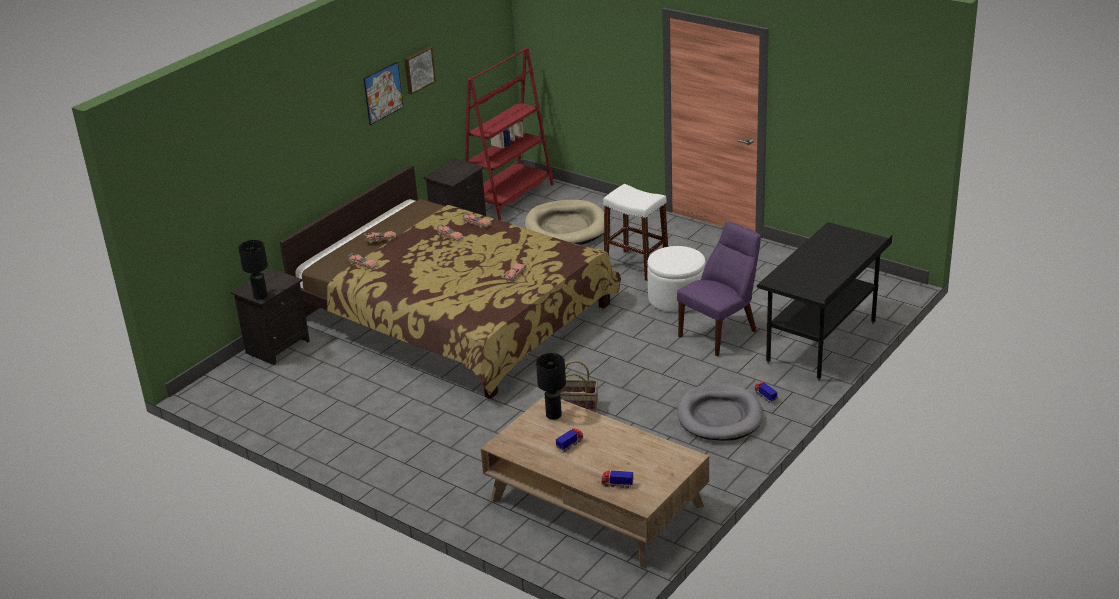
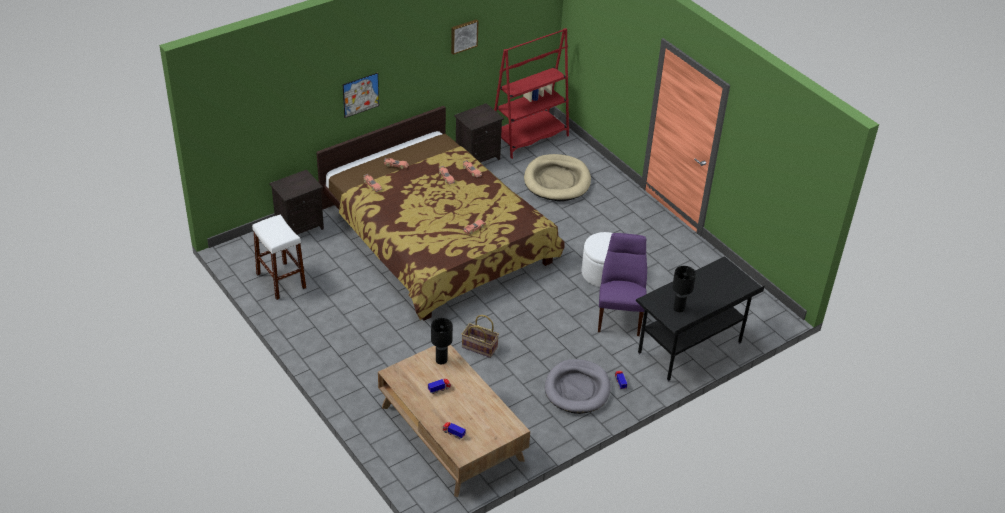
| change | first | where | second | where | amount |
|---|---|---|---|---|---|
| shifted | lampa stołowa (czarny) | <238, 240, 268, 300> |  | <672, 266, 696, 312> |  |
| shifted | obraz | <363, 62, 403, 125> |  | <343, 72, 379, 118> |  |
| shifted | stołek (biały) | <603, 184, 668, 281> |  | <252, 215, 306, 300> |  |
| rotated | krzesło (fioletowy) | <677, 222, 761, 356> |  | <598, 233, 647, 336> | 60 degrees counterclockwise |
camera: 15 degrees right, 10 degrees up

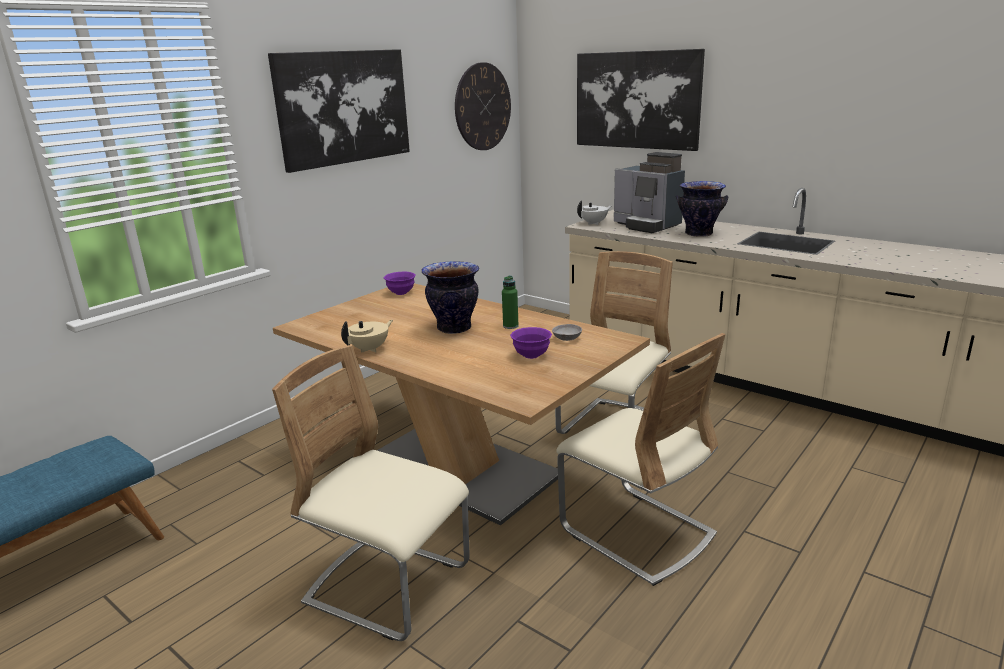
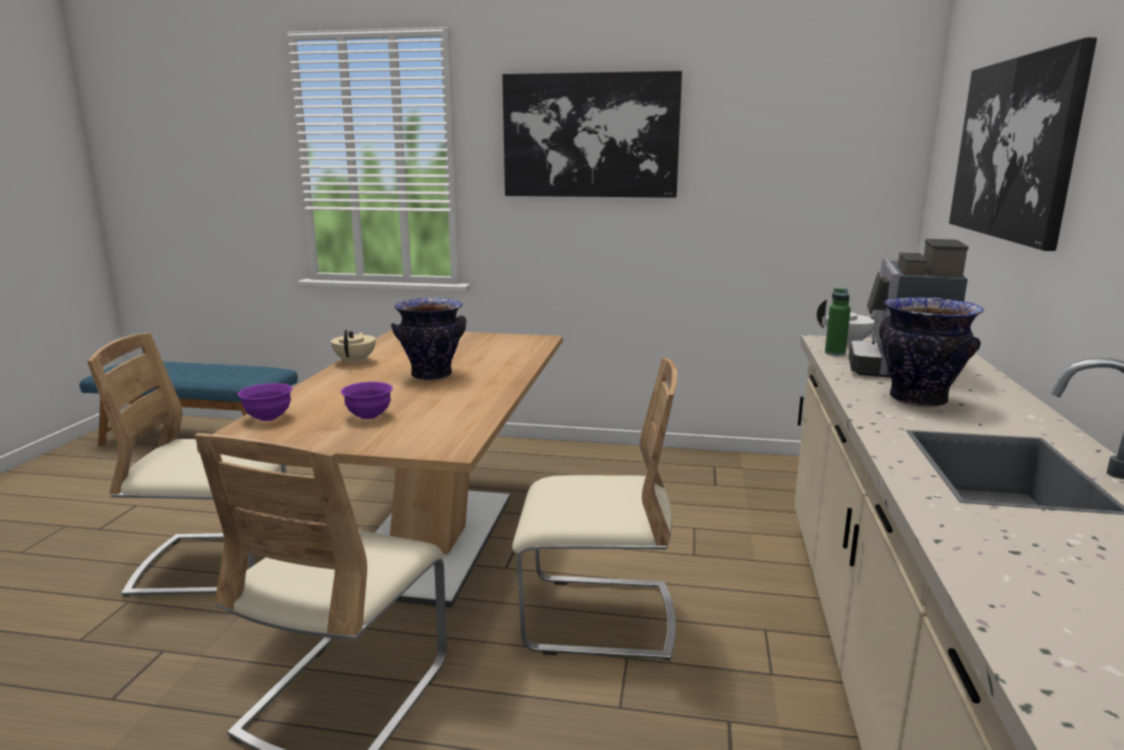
| change | first | where | second | where | amount |
|---|---|---|---|---|---|
| rotated | krzesło (beżowy) | <272, 345, 470, 641> |  | <87, 333, 290, 597> | 90 degrees counterclockwise |
| rotated | imbryk (beżowy) | <341, 320, 393, 353> |  | <331, 330, 376, 365> | 105 degrees counterclockwise |
| shifted | miska (fioletowy) | <384, 271, 416, 295> |  | <237, 383, 293, 421> |  |
| gone | zegar ścienny | <455, 62, 511, 150> |  |  |  |
| shifted | butelka (zielony) | <502, 276, 519, 329> |  | <825, 288, 851, 356> |  |
| gone | miska (szary) | <552, 324, 582, 341> |  |  |  |
camera: 60 degrees right, 5 degrees down

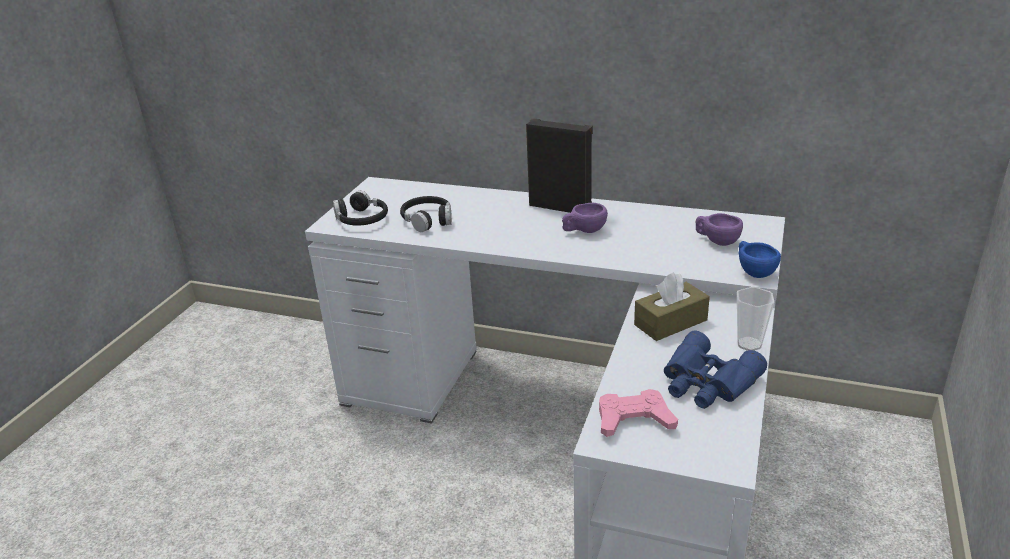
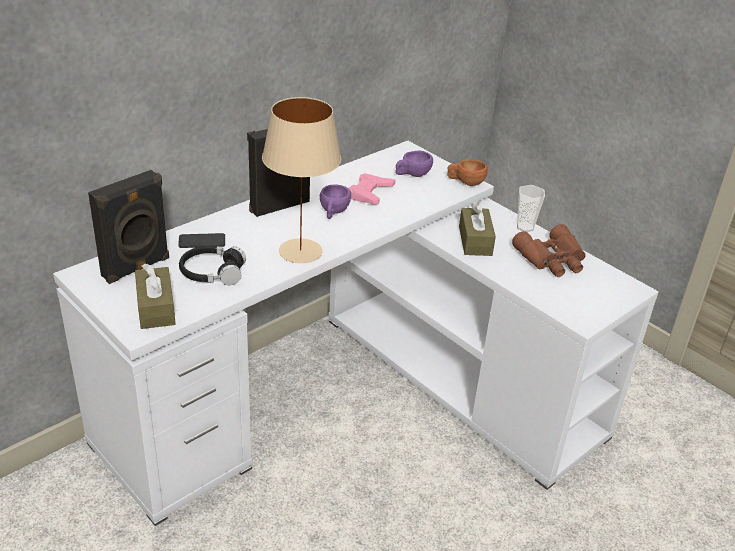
| change | first | where | second | where | amount |
|---|---|---|---|---|---|
| swapped | słuchawki (czarny) | <333, 191, 388, 226> | pudełko chusteczek (brązowy) | <135, 264, 176, 329> |  |
| shifted | pad do gier (różowy) | <599, 389, 678, 437> |  | <349, 173, 395, 205> |  |
| repainted | lornetka (niebieski) | <664, 330, 767, 409> | lornetka (brązowy) | <512, 224, 586, 277> |  |
| repainted | filiżanka (niebieski) | <739, 241, 781, 278> | filiżanka (brązowy) | <447, 159, 488, 186> |  |
| new |  |  | głośnik (czarny) | <88, 170, 169, 284> |  |
| new |  |  | telefon | <178, 233, 225, 248> |  |
| new |  |  | lampa stołowa (beżowy) | <262, 97, 341, 263> |  |
camera: 65 degrees left, 5 degrees up

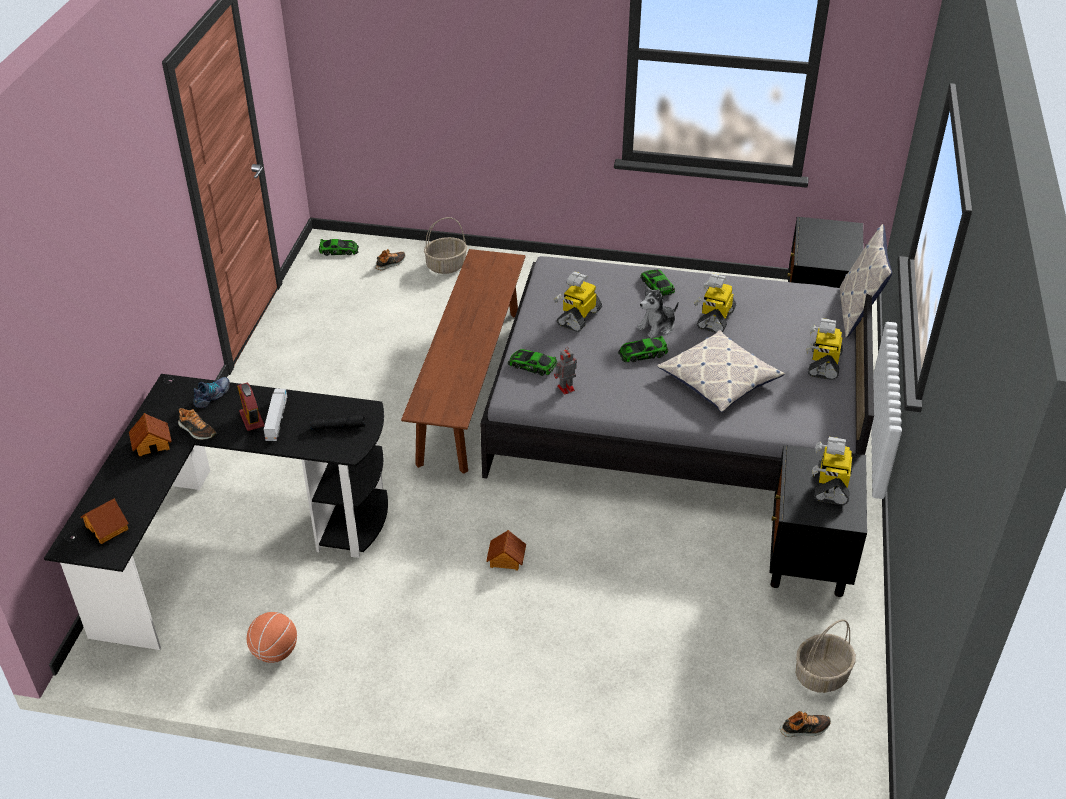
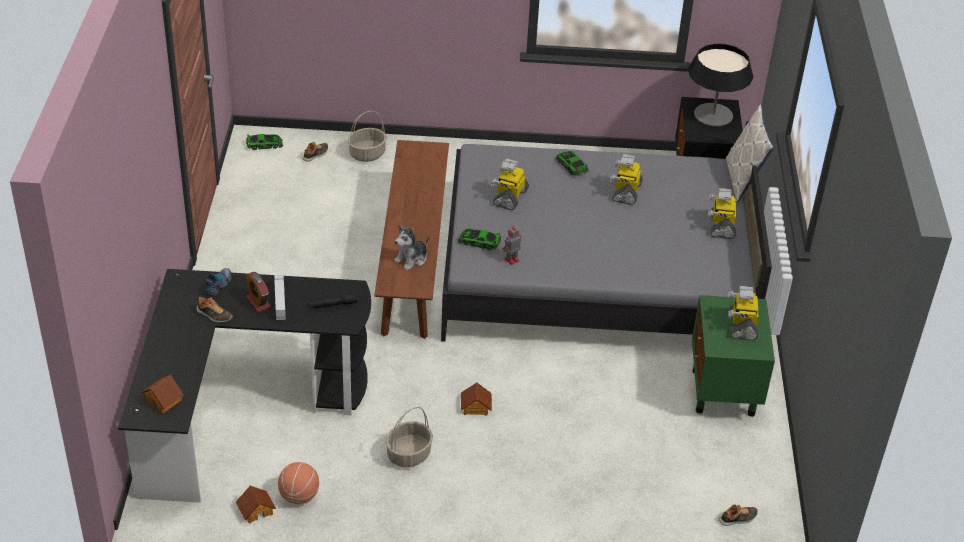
| change | first | where | second | where | amount |
|---|---|---|---|---|---|
| shifted | domek | <129, 413, 172, 457> |  | <236, 485, 276, 524> |  |
| gone | samochodzik | <618, 336, 668, 362> |  |  |  |
| shifted | pluszak | <637, 286, 679, 338> |  | <394, 224, 429, 270> |  |
| gone | poduszka | <657, 330, 785, 412> |  |  |  |
| repainted | szafka nocna (czarny) | <769, 445, 867, 597> | szafka nocna (zielony) | <692, 295, 775, 417> |  |
| shifted | koszyk | <796, 619, 856, 693> |  | <386, 407, 433, 467> |  |
| new |  |  | lampa stołowa | <688, 44, 753, 126> |  |
camera: 10 degrees left, 0 degrees up

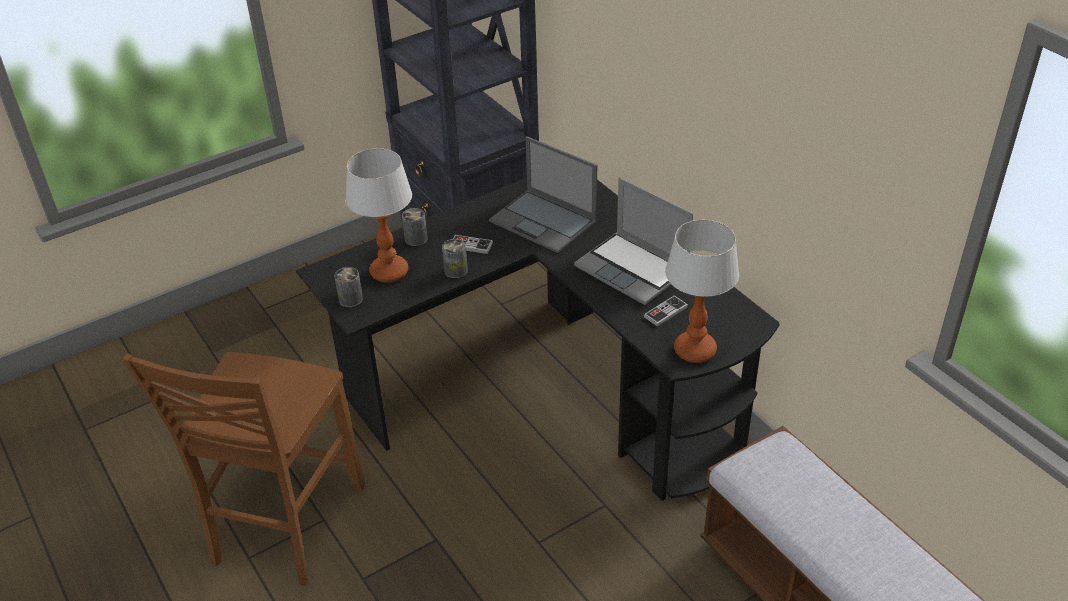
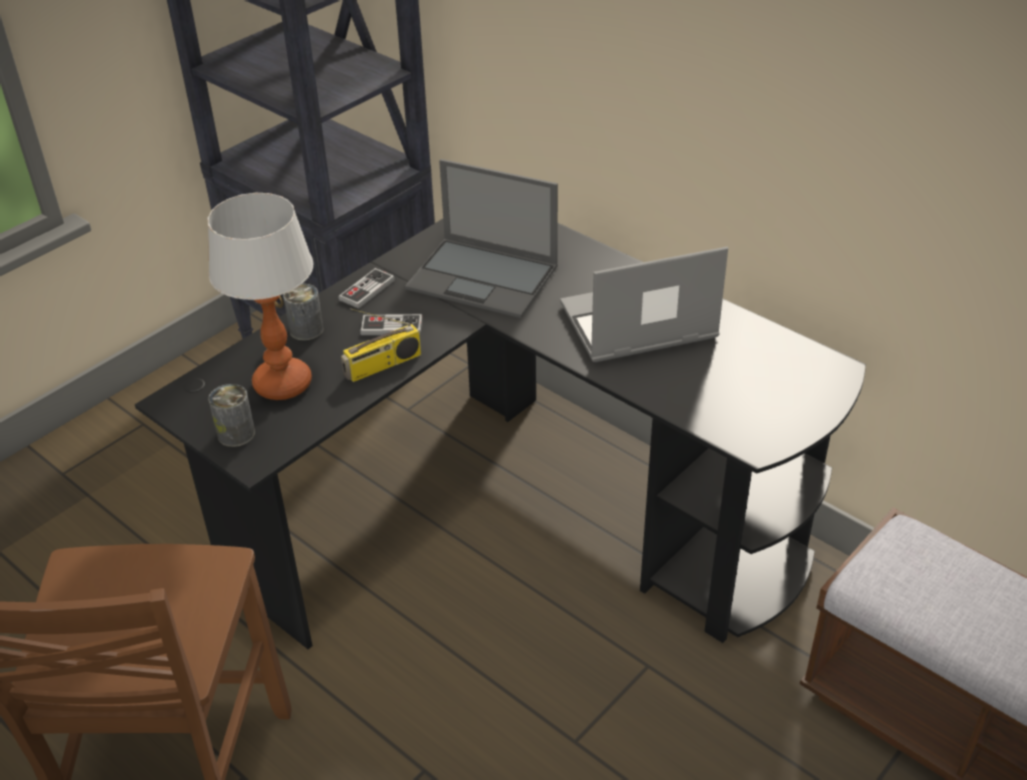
| change | first | where | second | where | amount |
|---|---|---|---|---|---|
| swapped | puszka | <442, 239, 468, 278> | radio | <341, 308, 421, 382> |  |
| rotated | laptop | <574, 178, 693, 305> |  | <560, 247, 728, 362> | 135 degrees clockwise |
| shifted | pad do gier | <644, 295, 688, 327> |  | <338, 268, 395, 309> |  |
| gone | lampa stołowa | <665, 219, 739, 363> |  |  |  |
camera: 15 degrees left, 0 degrees up

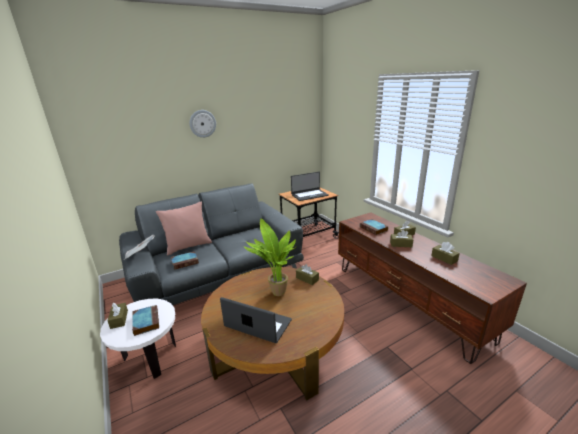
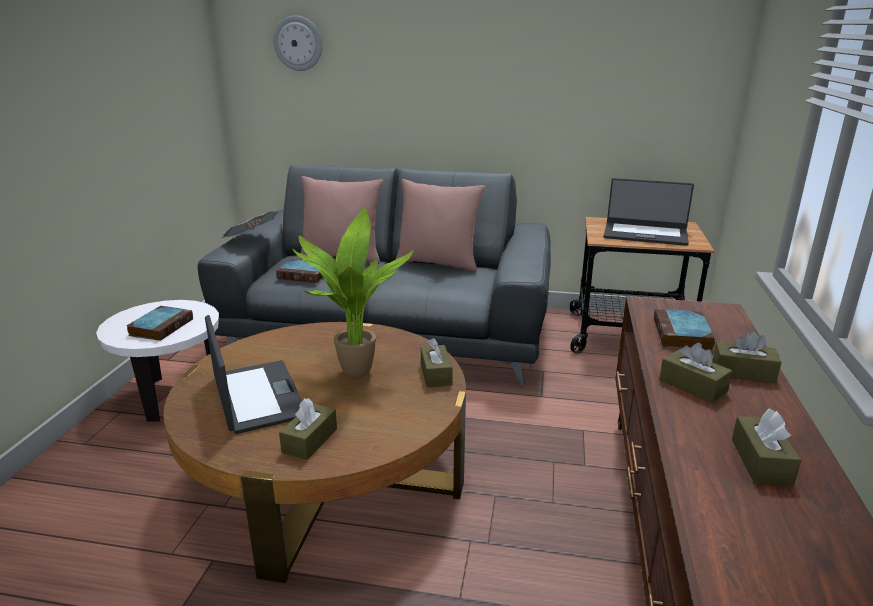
| change | first | where | second | where | amount |
|---|---|---|---|---|---|
| shifted | pudełko chusteczek (brązowy) | <108, 303, 128, 329> |  | <279, 398, 337, 460> |  |
| shifted | zegar ścienny | <189, 110, 216, 138> |  | <273, 15, 322, 71> |  |
| new |  |  | poduszka (różowy) | <396, 179, 485, 272> |  |
camera: 40 degrees right, 0 degrees up

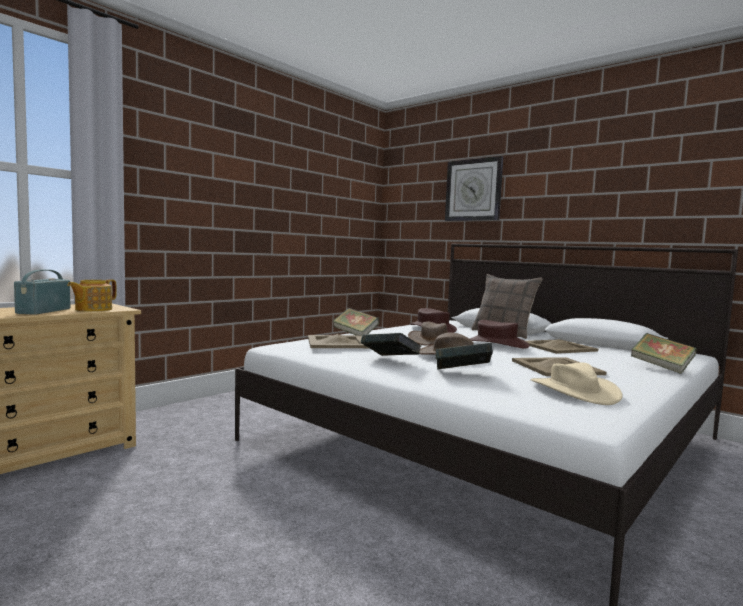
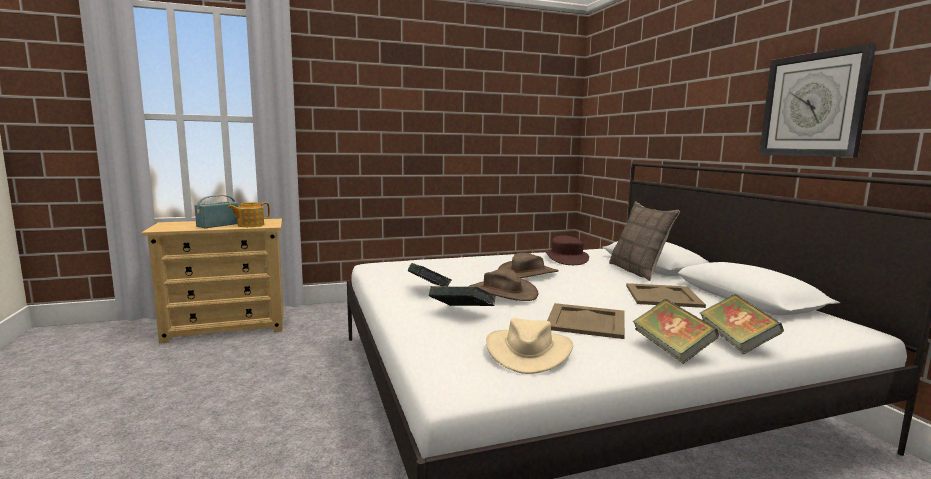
| change | first | where | second | where | amount |
|---|---|---|---|---|---|
| gone | taca (beżowy) | <308, 334, 368, 348> |  |  |  |
| shifted | książka | <332, 308, 379, 336> |  | <633, 299, 719, 364> |  |
| shifted | zegar ścienny | <445, 156, 503, 221> |  | <759, 43, 876, 158> |  |
| gone | kapelusz (brązowy) | <470, 320, 530, 348> |  |  |  |
camera: 30 degrees right, 5 degrees up

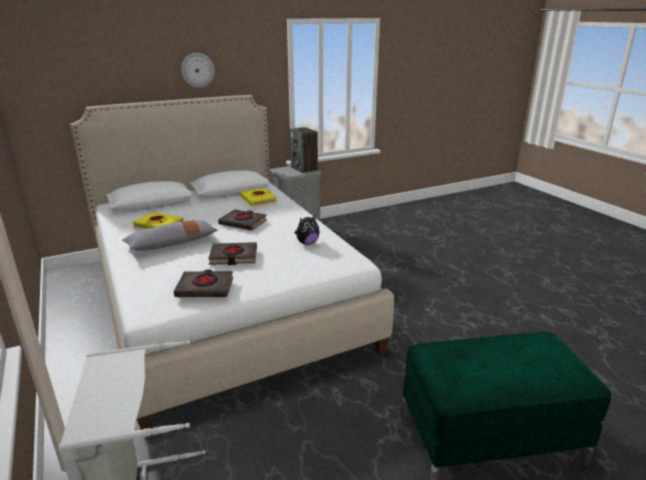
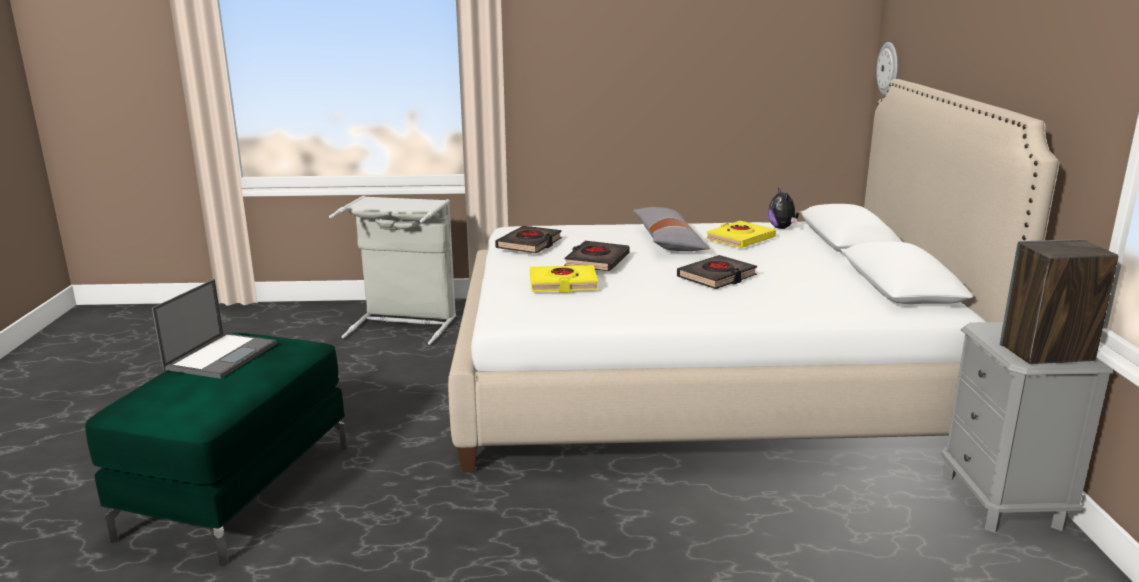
| change | first | where | second | where | amount |
|---|---|---|---|---|---|
| shifted | zegar ścienny | <181, 53, 215, 88> |  | <876, 42, 898, 96> |  |
| shifted | książka (żółty) | <239, 188, 277, 207> |  | <530, 265, 598, 293> |  |
| shifted | pluszak | <295, 214, 320, 245> |  | <768, 187, 799, 229> |  |
| new |  |  | laptop | <152, 279, 277, 379> |  |
camera: 115 degrees right, 5 degrees down

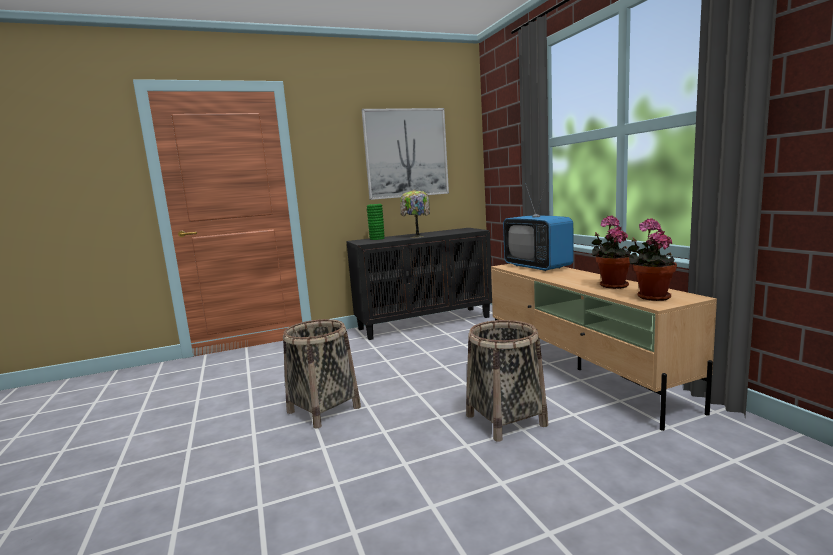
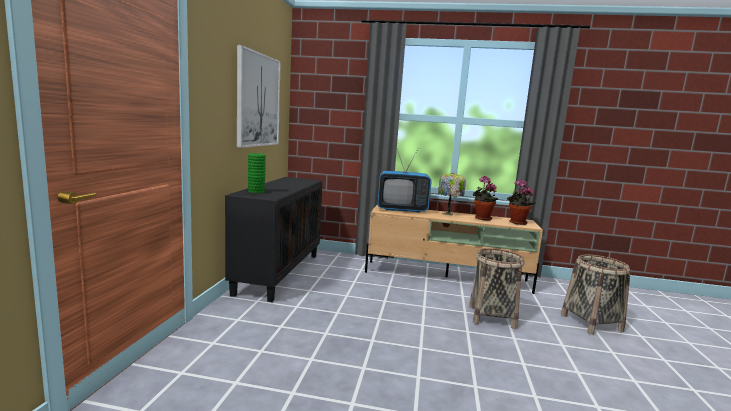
| change | first | where | second | where | amount |
|---|---|---|---|---|---|
| shifted | koszyk | <283, 319, 361, 429> |  | <561, 255, 631, 334> |  |
| shifted | lampa stołowa | <400, 190, 430, 238> |  | <438, 173, 466, 215> |  |
camera: 60 degrees left, 0 degrees up

